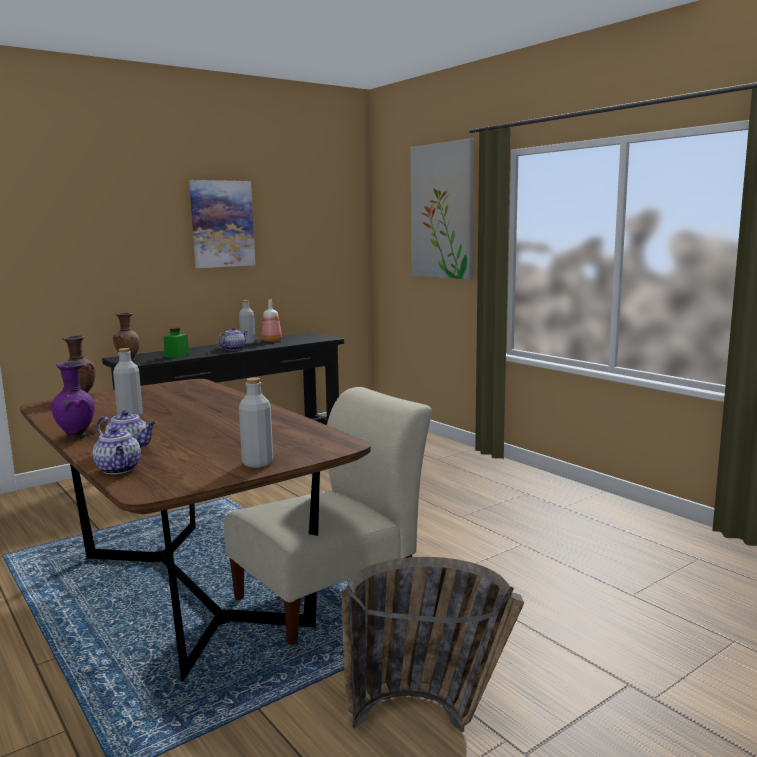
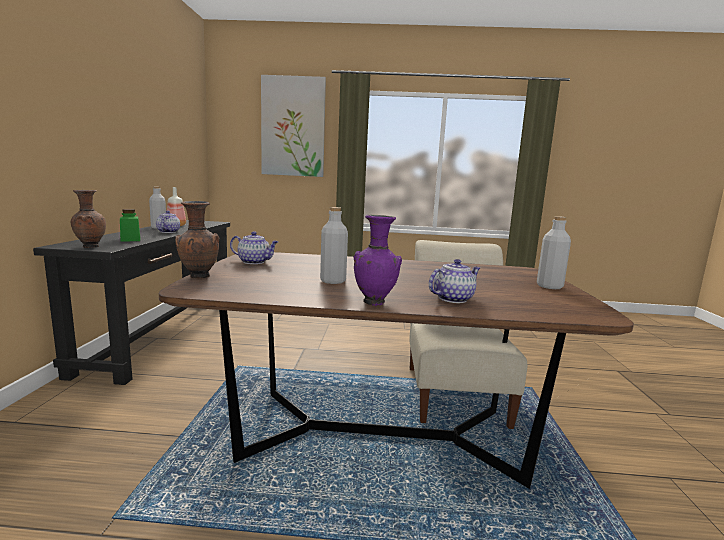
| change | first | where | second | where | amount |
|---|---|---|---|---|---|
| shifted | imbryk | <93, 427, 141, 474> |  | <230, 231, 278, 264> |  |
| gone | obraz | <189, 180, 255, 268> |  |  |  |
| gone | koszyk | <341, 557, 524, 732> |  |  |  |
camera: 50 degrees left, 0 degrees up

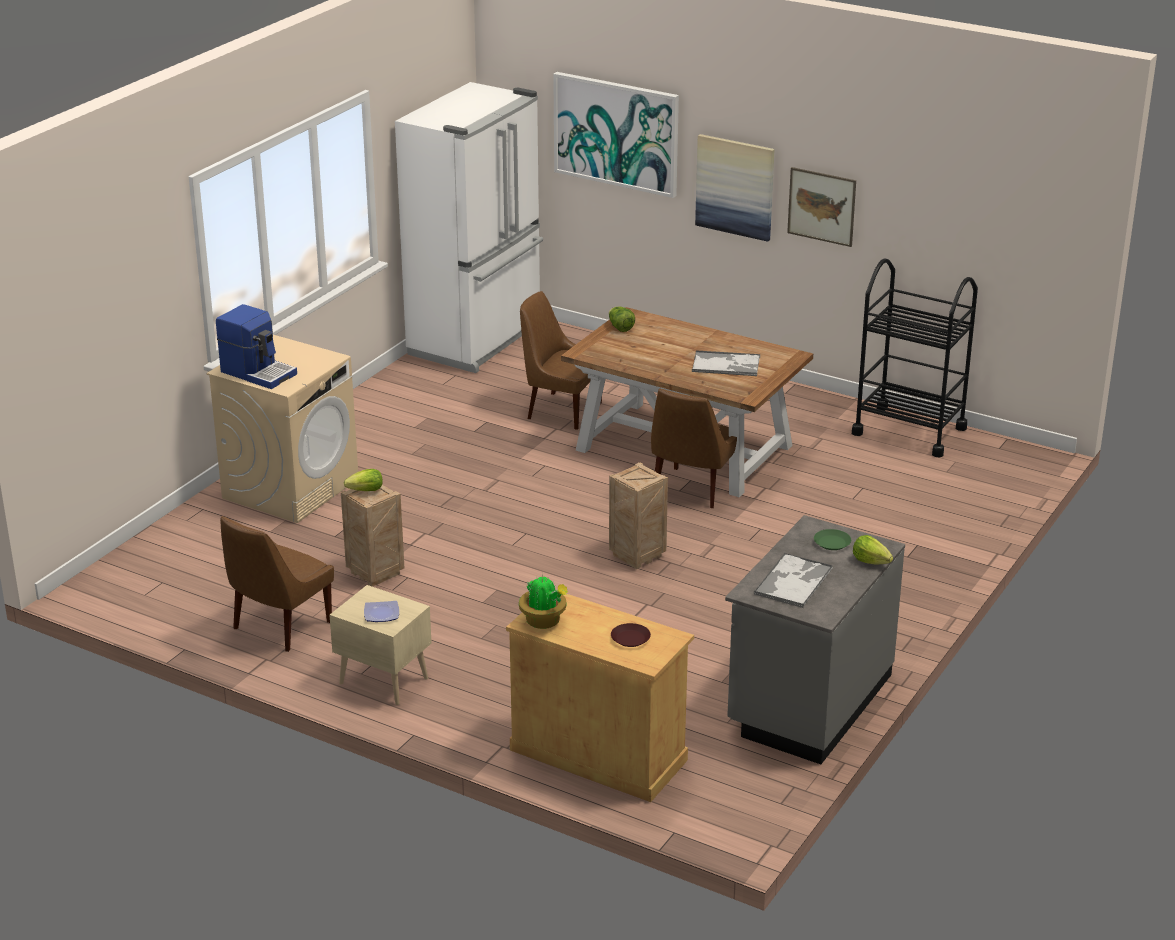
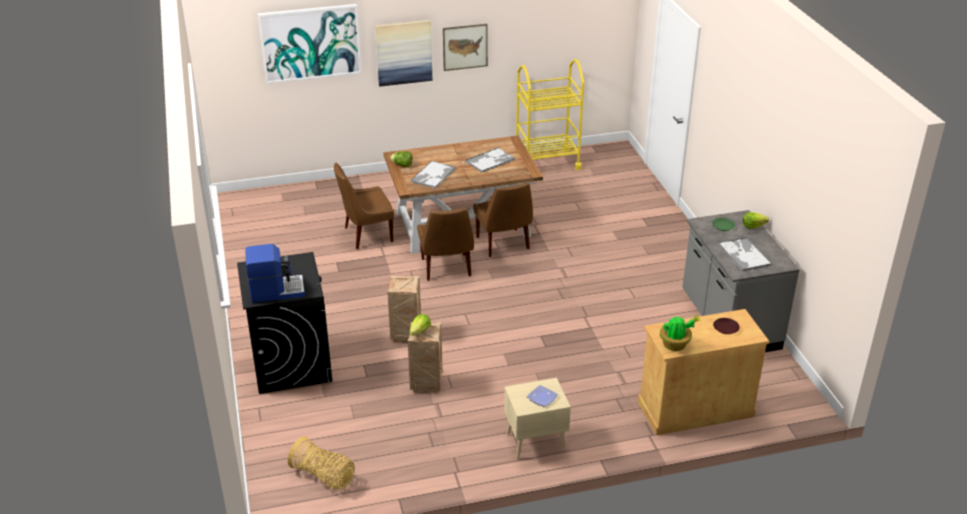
| change | first | where | second | where | amount |
|---|---|---|---|---|---|
| repainted | pralka (beżowy) | <207, 335, 358, 523> | pralka (czarny) | <237, 252, 332, 394> |  |
| shifted | krzesło (brązowy) | <220, 516, 334, 652> |  | <417, 208, 474, 281> |  |
| gone | lodówka (biały) | <395, 82, 543, 373> |  |  |  |
| shifted | skrzynka | <609, 462, 668, 569> |  | <387, 275, 421, 343> |  |
| repainted | wózek (czarny) | <852, 258, 978, 457> | wózek (żółty) | <516, 59, 584, 170> |  |
| new |  |  | koszyk | <288, 436, 355, 490> |  |
| new |  |  | taca | <411, 161, 456, 189> |  |
camera: 45 degrees left, 5 degrees up

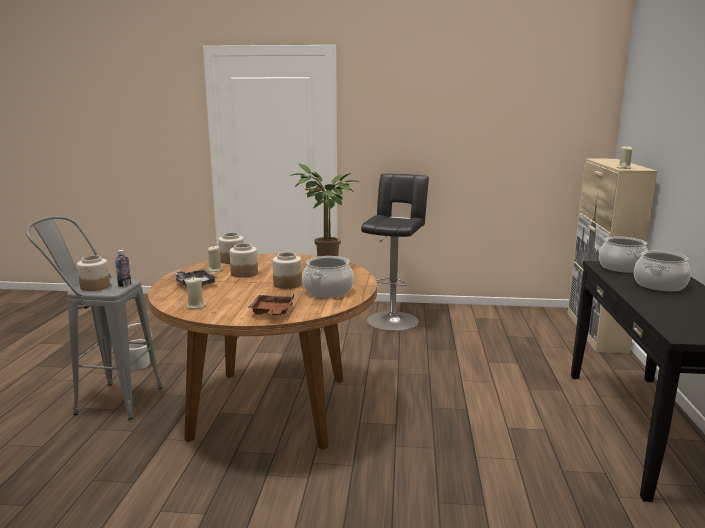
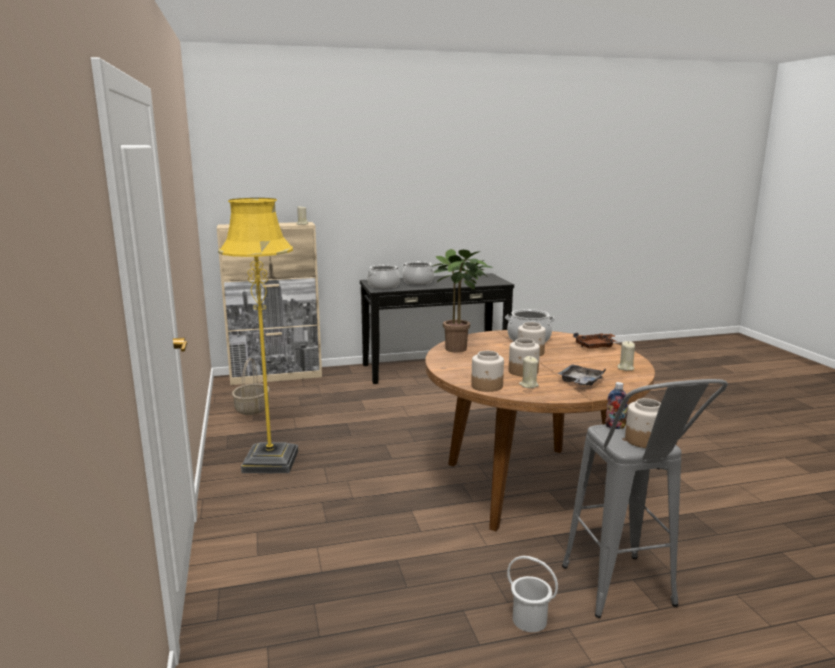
| change | first | where | second | where | amount |
|---|---|---|---|---|---|
| swapped | stołek (czarny) | <361, 174, 429, 331> | lampa stojąca (żółty) | <218, 198, 298, 473> |  |
| new |  |  | koszyk | <232, 358, 270, 415> |  |
camera: 110 degrees left, 0 degrees up

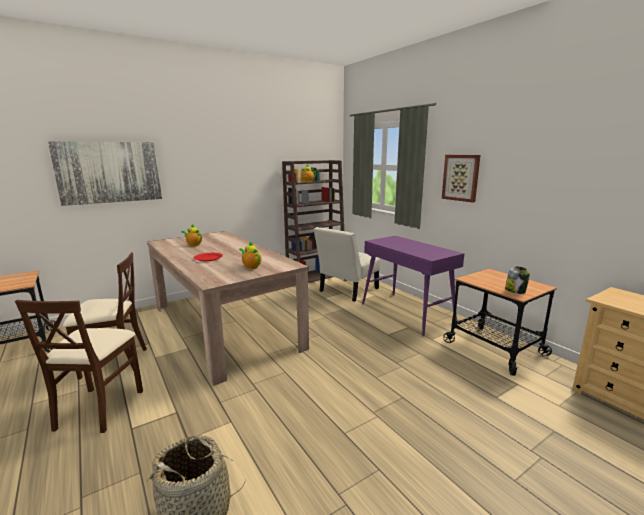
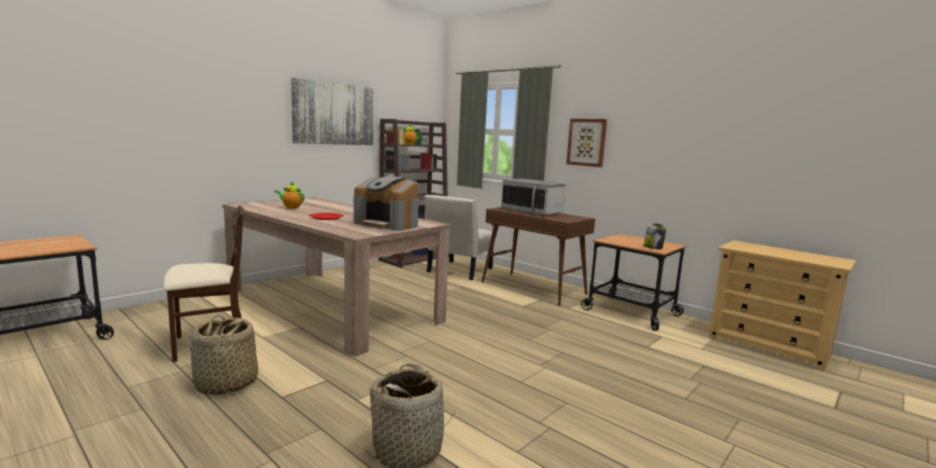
| change | first | where | second | where | amount |
|---|---|---|---|---|---|
| swapped | krzesło (beżowy) | <15, 300, 143, 433> | koszyk | <190, 315, 258, 395> |  |
| shifted | obraz | <48, 141, 162, 206> |  | <291, 78, 374, 145> |  |
| swapped | imbryk | <239, 241, 262, 269> | ekspres do kawy | <354, 176, 419, 231> |  |
| repainted | stolik konsolowy (fioletowy) | <362, 236, 465, 336> | stolik konsolowy (brązowy) | <482, 207, 595, 306> |  |
| new |  |  | mikrofalówka | <501, 179, 566, 215> |  |
camera: 15 degrees left, 5 degrees down

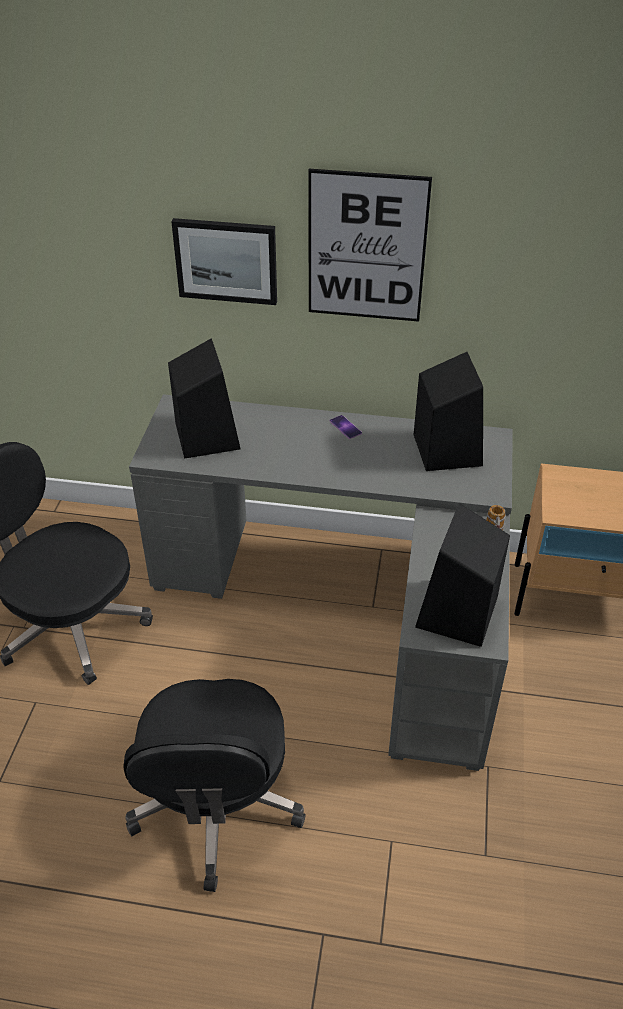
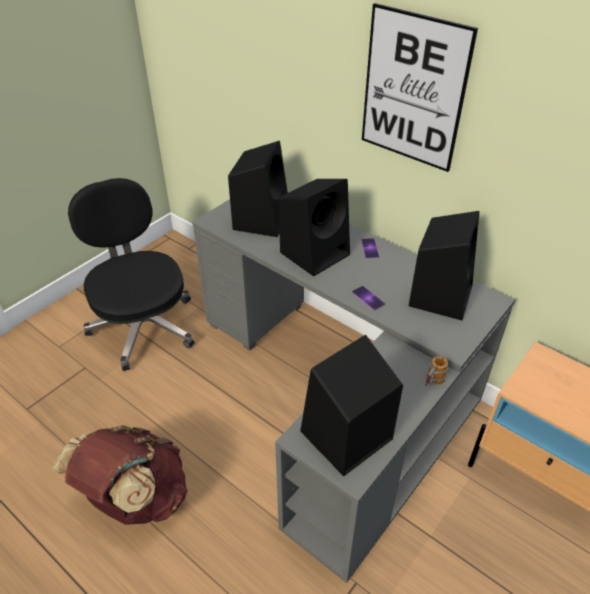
| change | first | where | second | where | amount |
|---|---|---|---|---|---|
| swapped | krzesło biurowe (czarny) | <123, 679, 306, 892> | plecak (brązowy) | <52, 425, 187, 525> |  |
| gone | obraz | <171, 218, 277, 305> |  |  |  |
| new |  |  | głośnik (czarny) | <279, 179, 350, 276> |  |
| new |  |  | telefon | <352, 286, 385, 311> |  |
camera: 30 degrees right, 0 degrees up

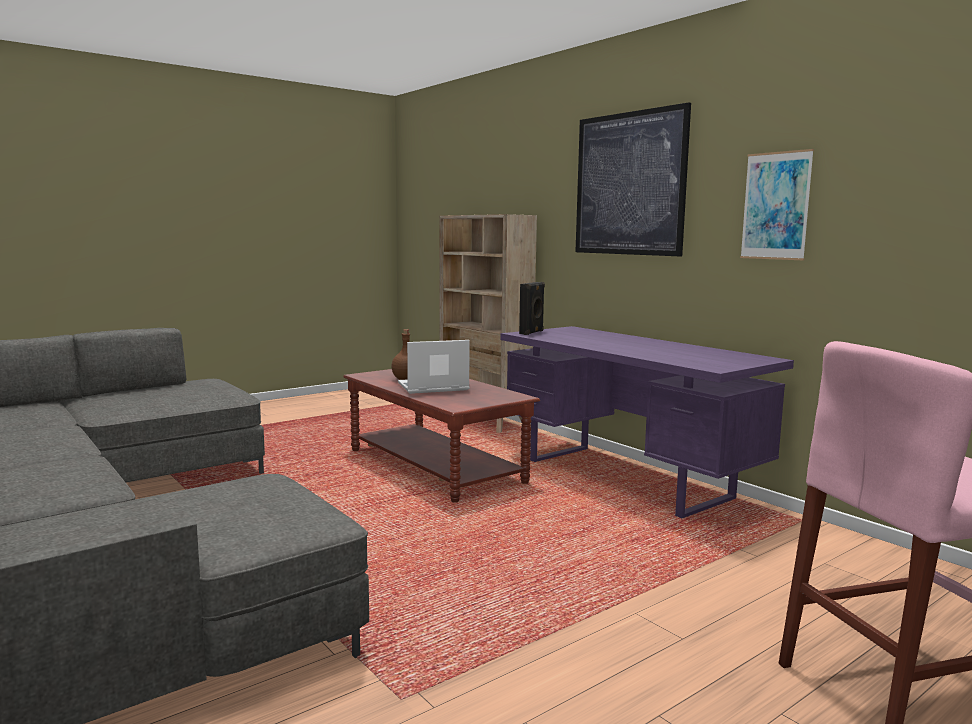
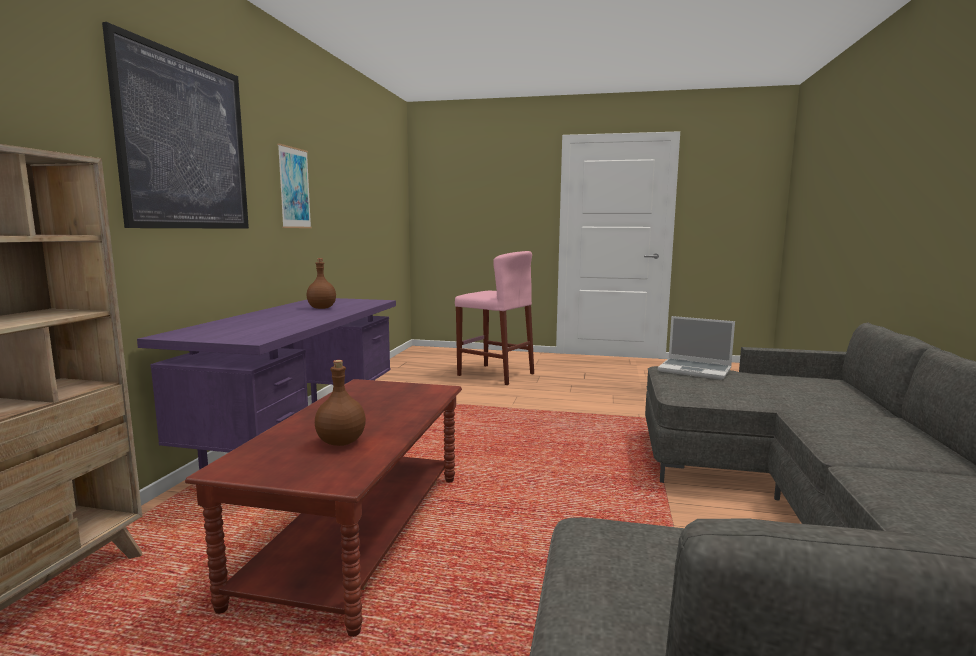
| change | first | where | second | where | amount |
|---|---|---|---|---|---|
| shifted | laptop | <398, 340, 470, 394> |  | <658, 316, 735, 380> |  |
| gone | głośnik (czarny) | <519, 282, 545, 335> |  |  |  |
| new |  |  | butelka (brązowy) | <306, 258, 336, 309> |  |
camera: 130 degrees left, 0 degrees up

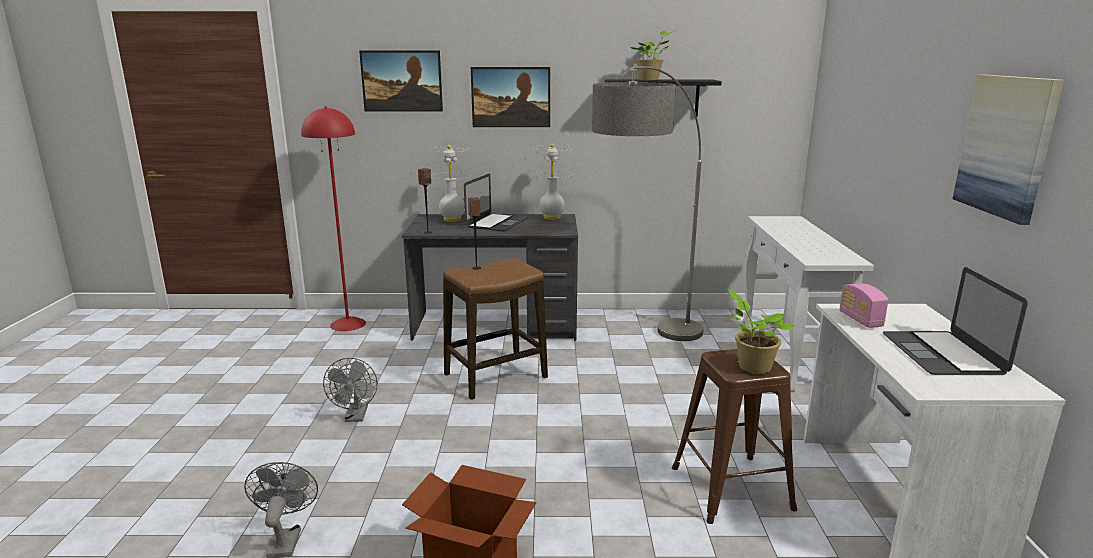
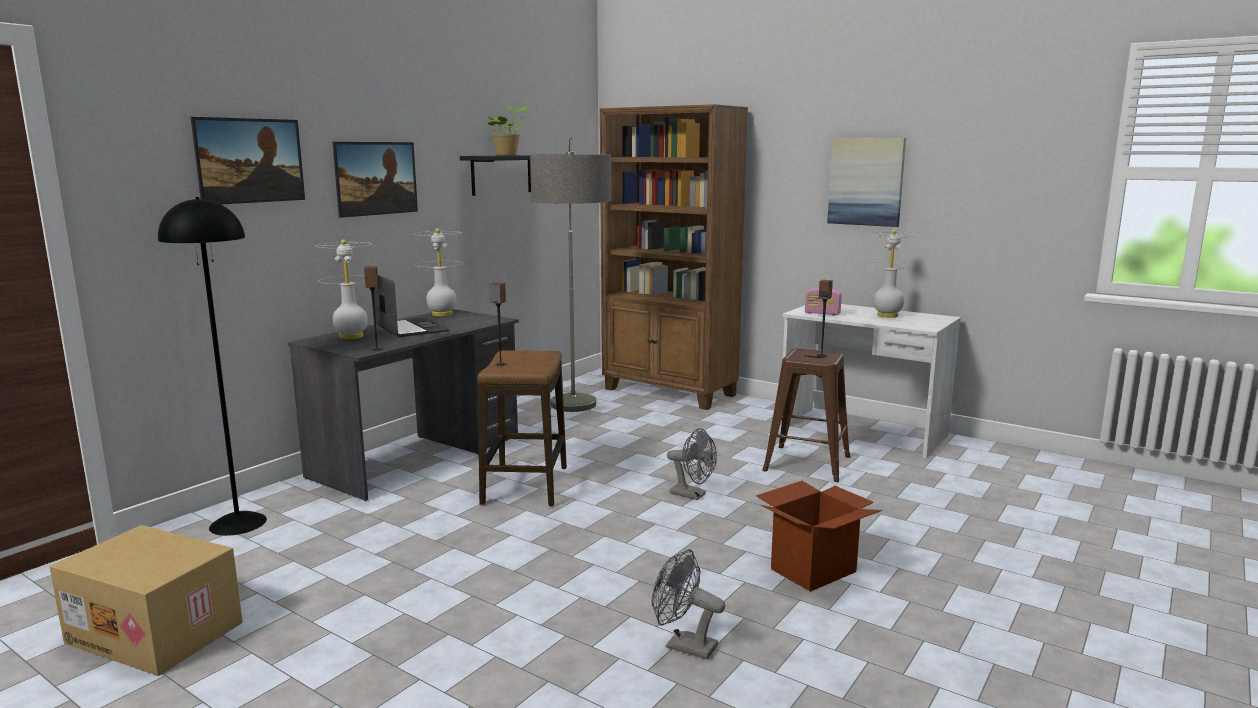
| change | first | where | second | where | amount |
|---|---|---|---|---|---|
| repainted | lampa stojąca (czerwony) | <301, 107, 366, 331> | lampa stojąca (czarny) | <158, 197, 267, 536> |  |
| shifted | wentylator (szary) | <323, 358, 378, 422> |  | <667, 428, 717, 500> |  |
| swapped | roślina doniczkowa | <728, 289, 795, 374> | głośnik | <817, 280, 833, 357> |  |
| swapped | stolik konsolowy (biały) | <742, 216, 874, 392> | regał (brązowy) | <600, 104, 748, 410> |  |
| swapped | laptop | <883, 267, 1028, 375> | lampa stołowa (biały) | <867, 230, 919, 318> |  |
| new |  |  | karton | <49, 525, 243, 676> |  |
camera: 55 degrees left, 5 degrees down

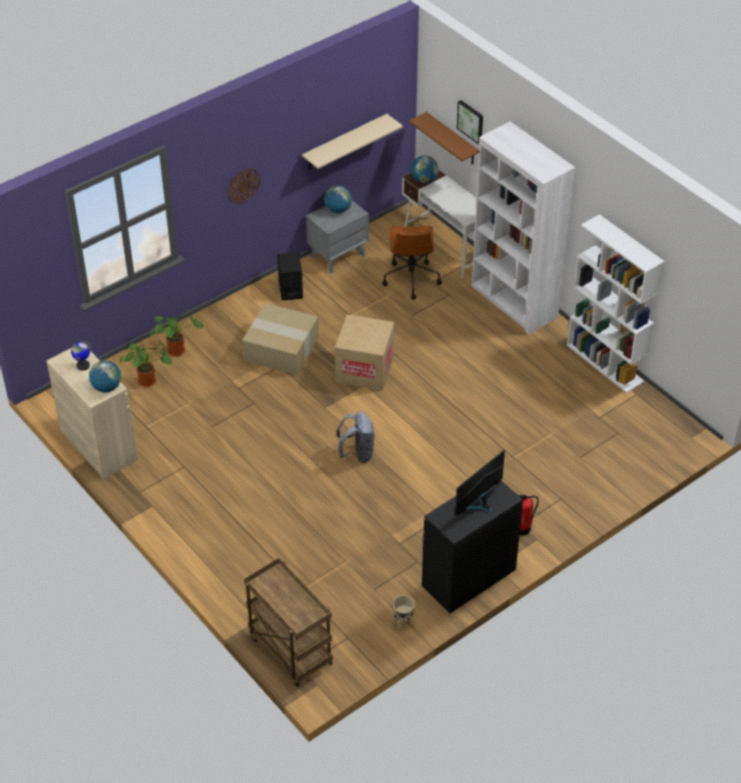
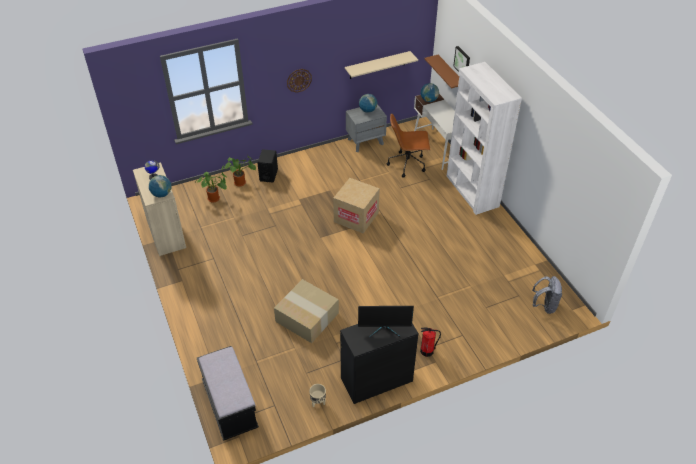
| change | first | where | second | where | amount |
|---|---|---|---|---|---|
| shifted | karton | <242, 303, 319, 375> |  | <274, 279, 339, 343> |  |
| swapped | wózek (brązowy) | <244, 558, 333, 687> | ławka (czarny) | <197, 346, 259, 441> |  |
| shifted | głośnik (czarny) | <277, 252, 303, 300> |  | <257, 149, 278, 182> |  |
| shifted | plecak (szary) | <336, 411, 374, 463> |  | <532, 276, 562, 314> |  |
| rotated | krzesło biurowe (brązowy) | <382, 226, 442, 300> |  | <386, 113, 431, 178> | 75 degrees clockwise |
| rotated | monitor | <455, 450, 505, 516> |  | <358, 306, 414, 338> | 150 degrees counterclockwise |
| gone | regał (biały) | <567, 214, 665, 393> |  |  |  |
camera: 15 degrees right, 0 degrees up

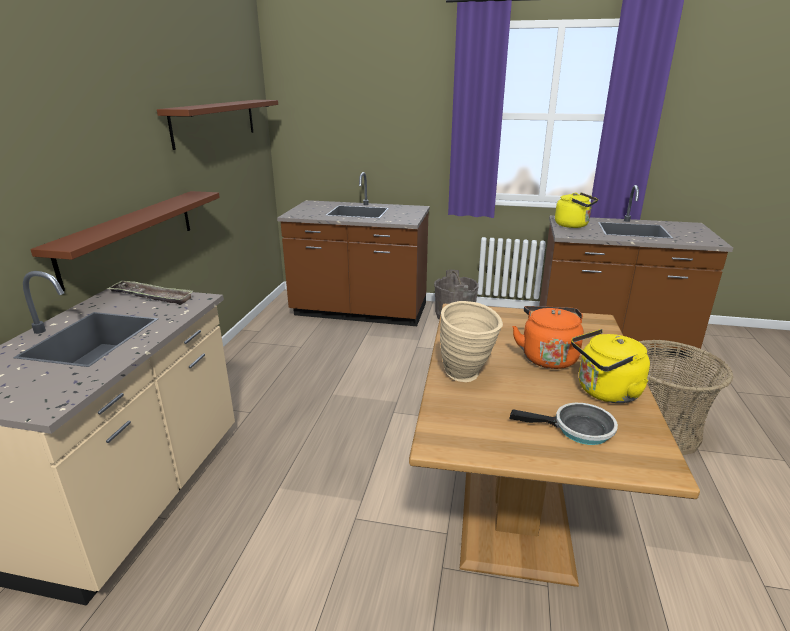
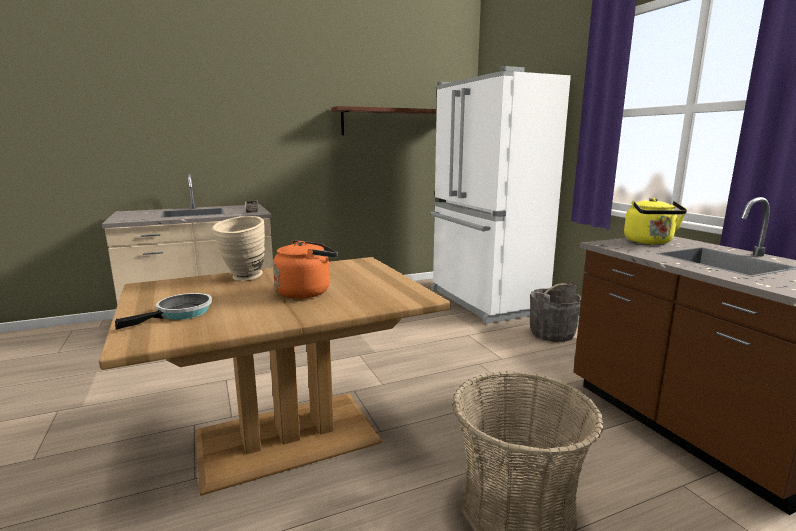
| change | first | where | second | where | amount |
|---|---|---|---|---|---|
| gone | półka (brązowy) | <30, 191, 220, 291> |  |  |  |
| swapped | zabudowa kuchenna (brązowy) | <277, 172, 430, 326> | lodówka (biały) | <431, 66, 571, 324> |  |
| rotated | patelnia | <509, 403, 618, 445> |  | <115, 293, 212, 330> | 120 degrees counterclockwise |
| gone | czajnik (żółty) | <571, 329, 650, 403> |  |  |  |
camera: 55 degrees right, 10 degrees down

